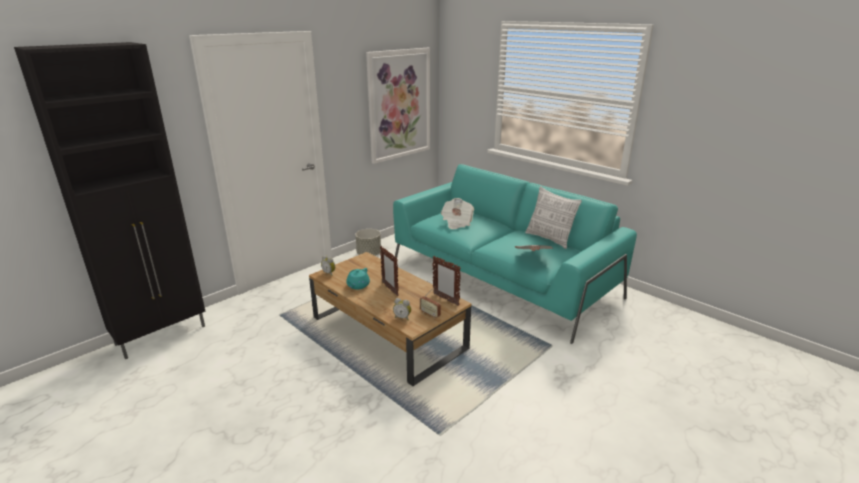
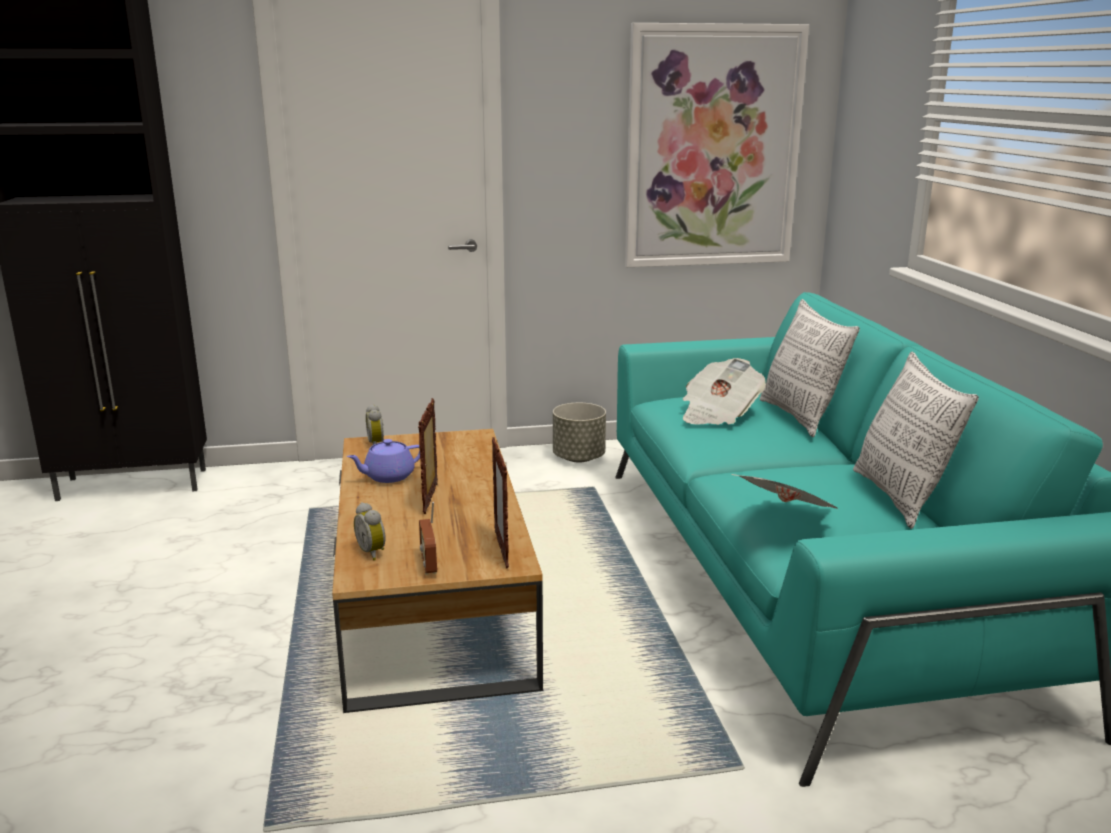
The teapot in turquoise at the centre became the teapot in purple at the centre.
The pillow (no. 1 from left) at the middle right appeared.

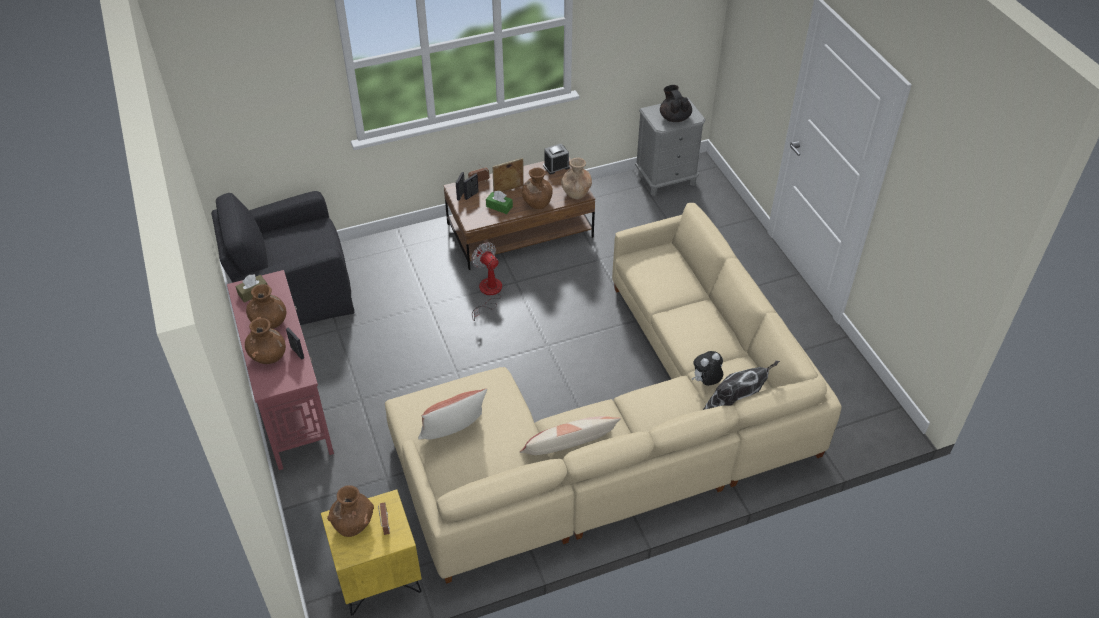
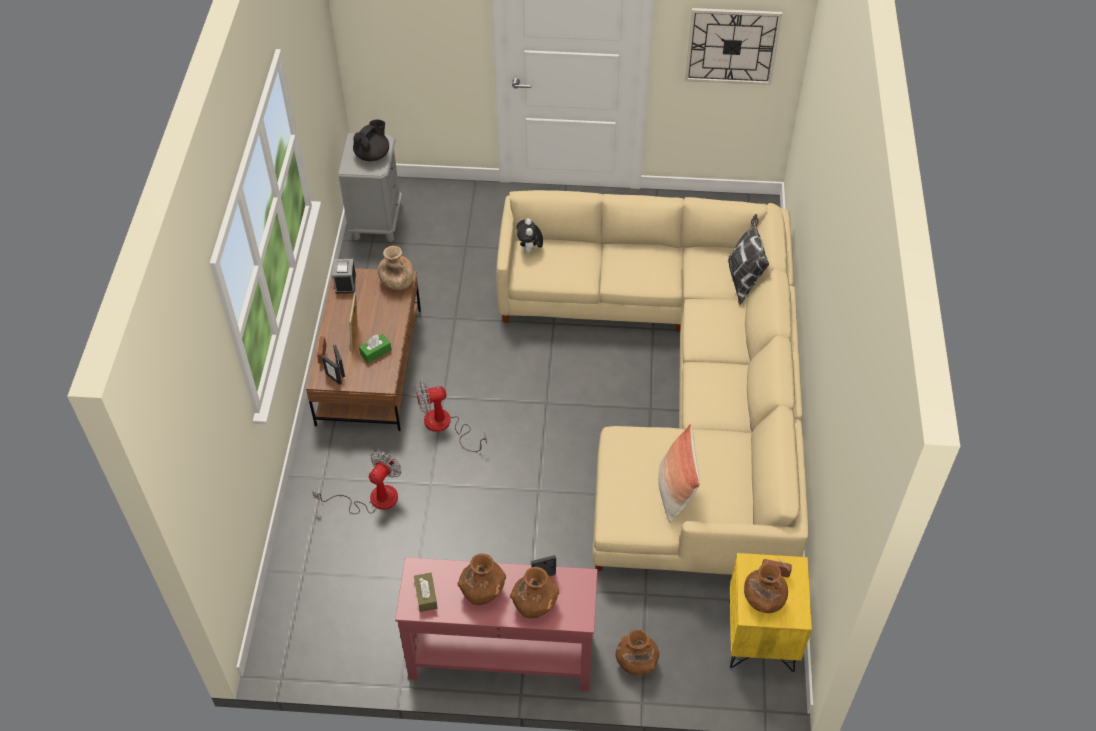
The fan (no. 1 from left) at the middle left appeared.
The teapot in black at the top centre turned 120 degrees clockwise.
The plush toy moved from the centre to the top centre.
The vase in brown (no. 4 from left) moved from the top centre to the bottom centre.
The wall clock at the top right appeared.
The armchair in black at the middle left disappeared.
The pillow (no. 2 from left) at the bottom centre disappeared.

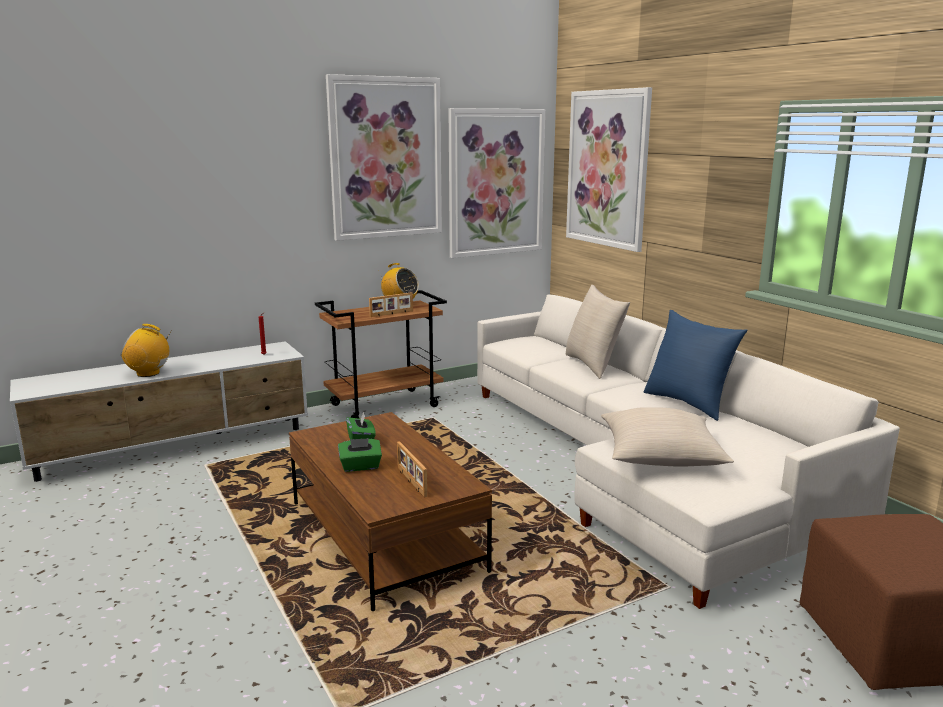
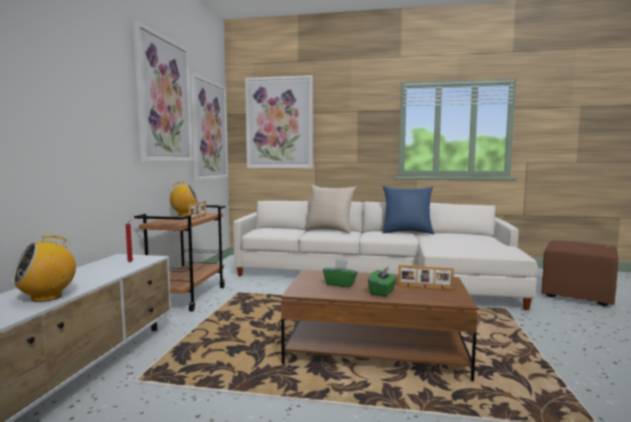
The pillow in beige (no. 2 from left) at the middle right disappeared.

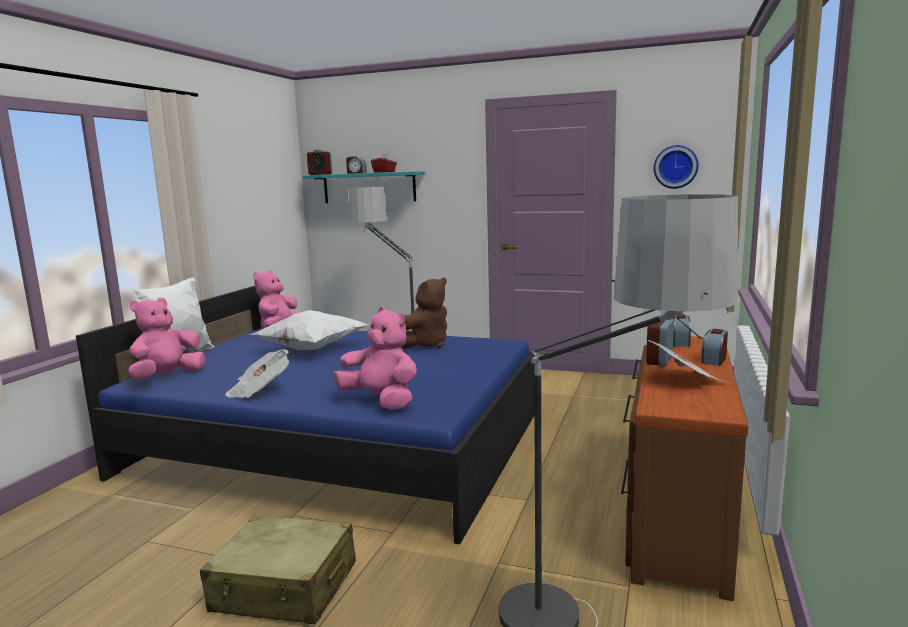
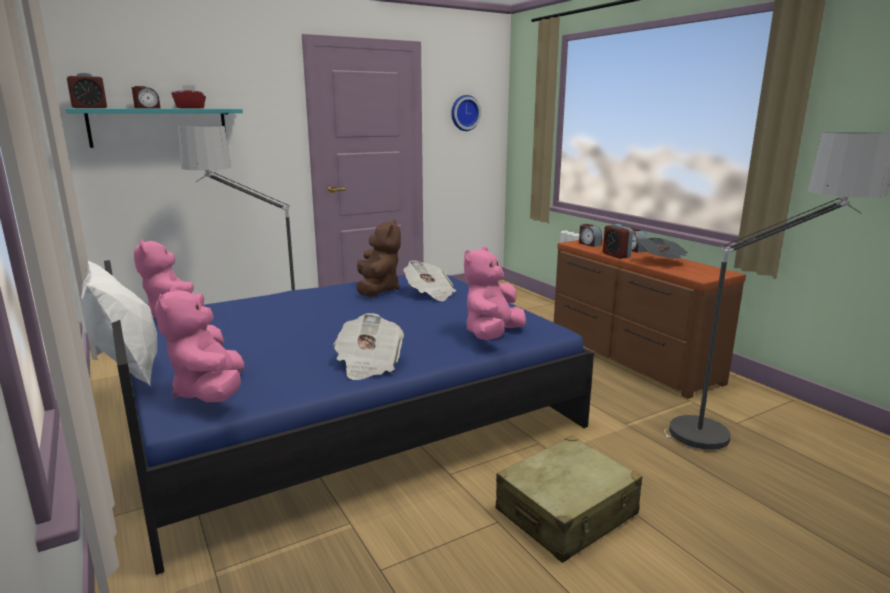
The newspaper (no. 2 from left) at the centre appeared.
The plush toy in pink (no. 3 from left) at the centre turned 45 degrees counterclockwise.
The pillow in white (no. 2 from left) at the centre disappeared.

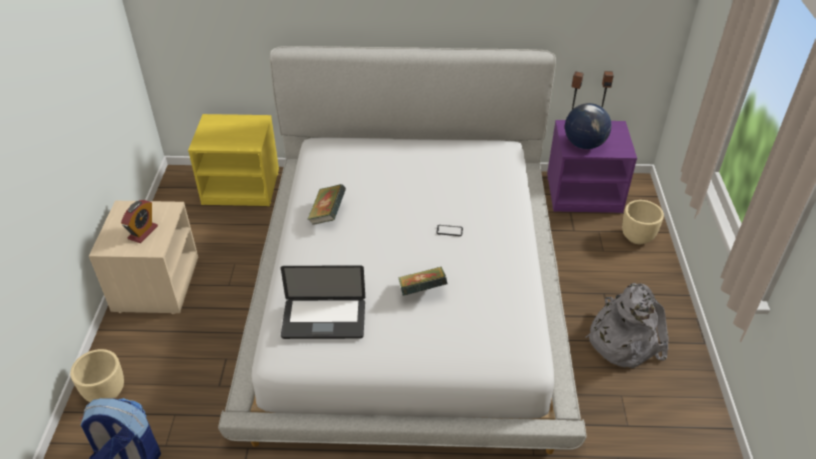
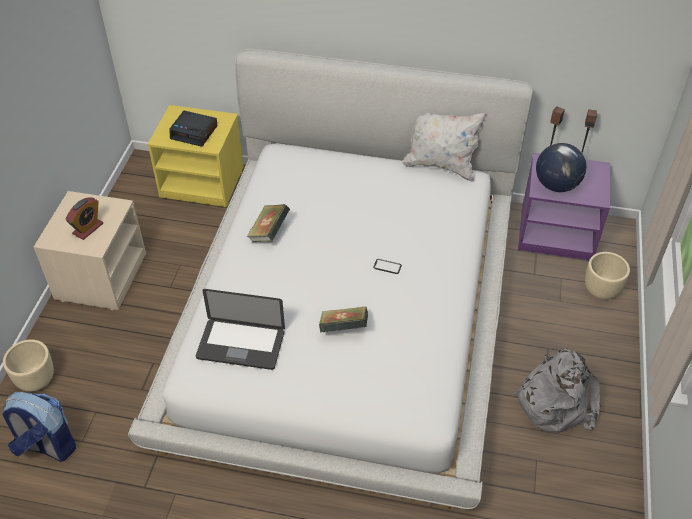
The alarm clock (no. 2 from left) at the top left appeared.
The pillow in white at the top centre appeared.

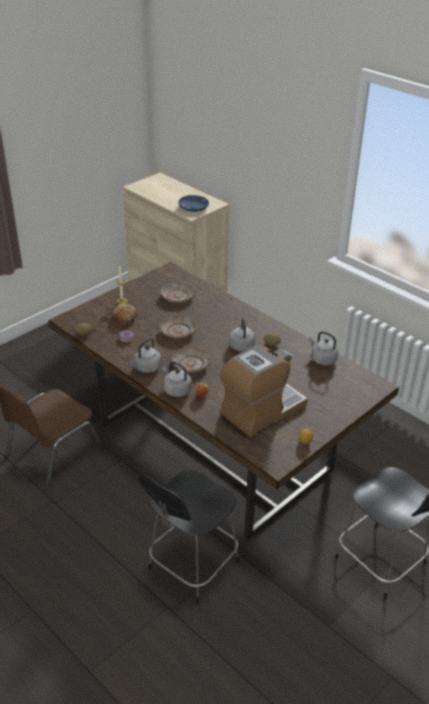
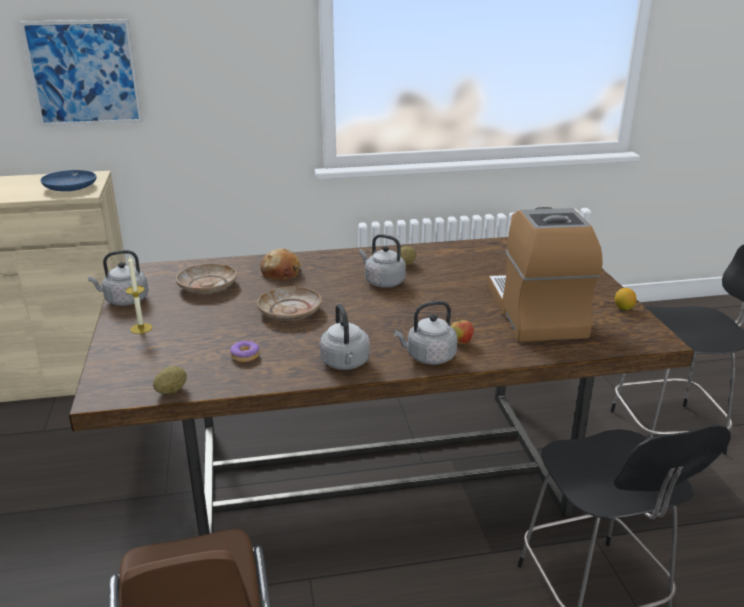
The picture at the top left appeared.
The kettle in grey (no. 4 from left in the first image) moved from the middle right to the middle left.
The bread moved from the middle left to the centre.
The plate in beige (no. 3 from left) at the centre disappeared.

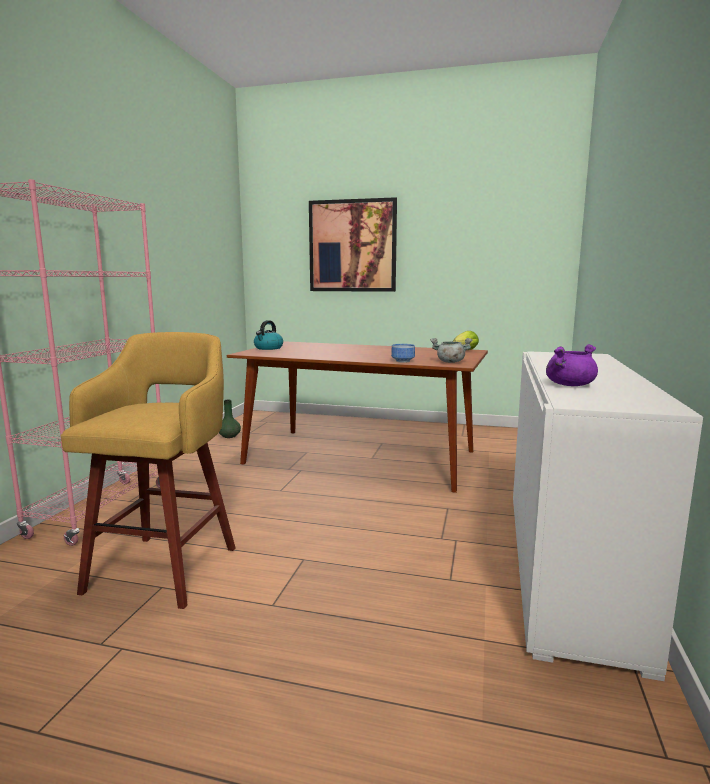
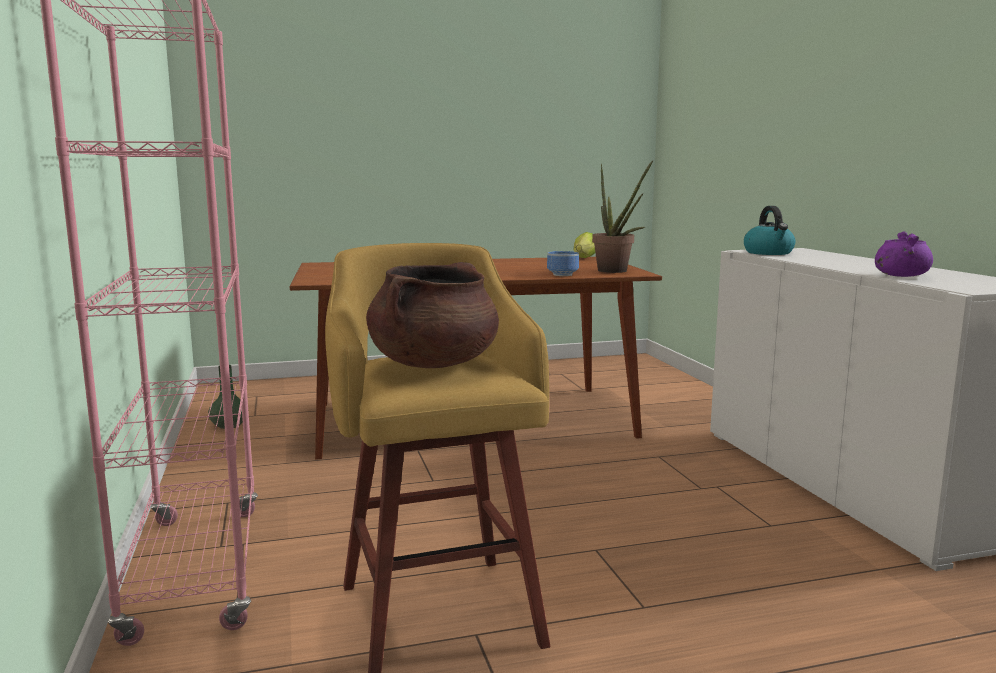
The cooking pot in brown at the centre appeared.
The cooking pot in grey at the centre was replaced by the potted plant at the top centre.
The kettle moved from the centre to the middle right.
The picture at the top centre disappeared.

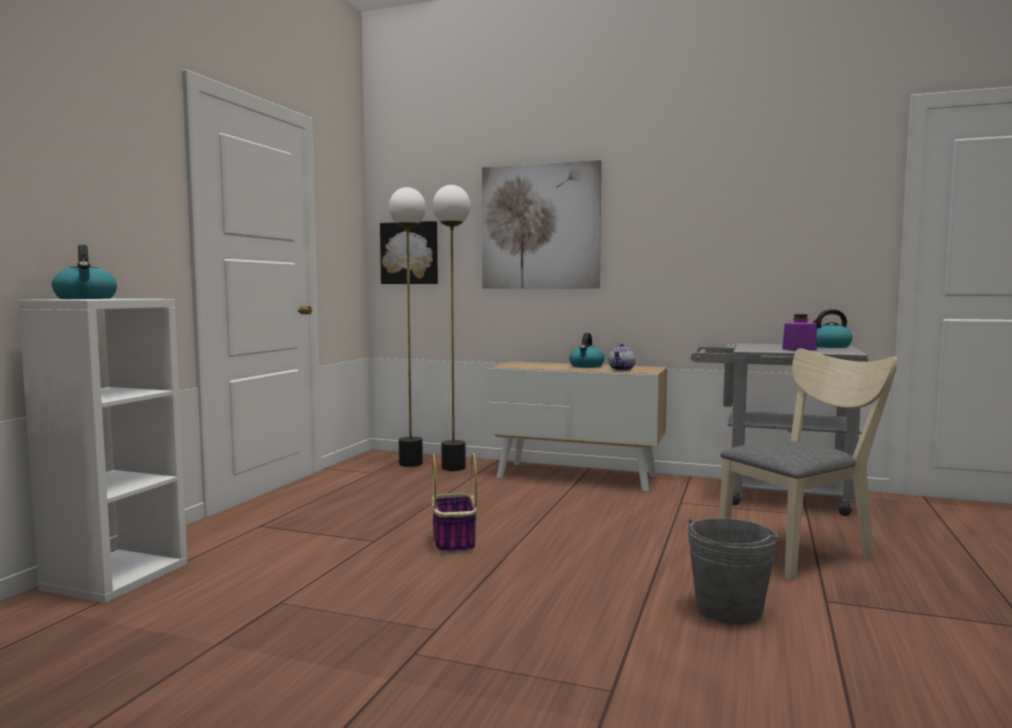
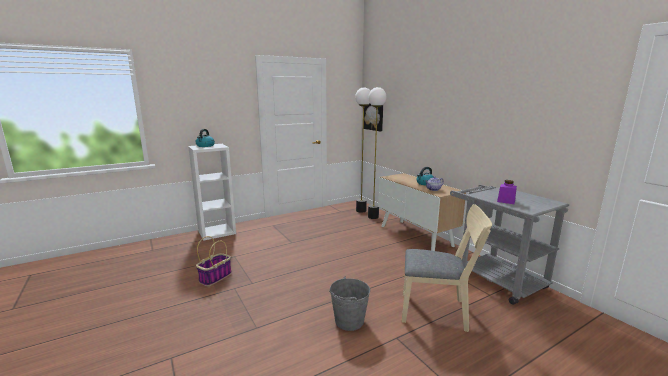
The basket moved from the bottom centre to the bottom left.
The picture (no. 2 from left) at the top centre disappeared.
The kettle (no. 3 from left) at the middle right disappeared.

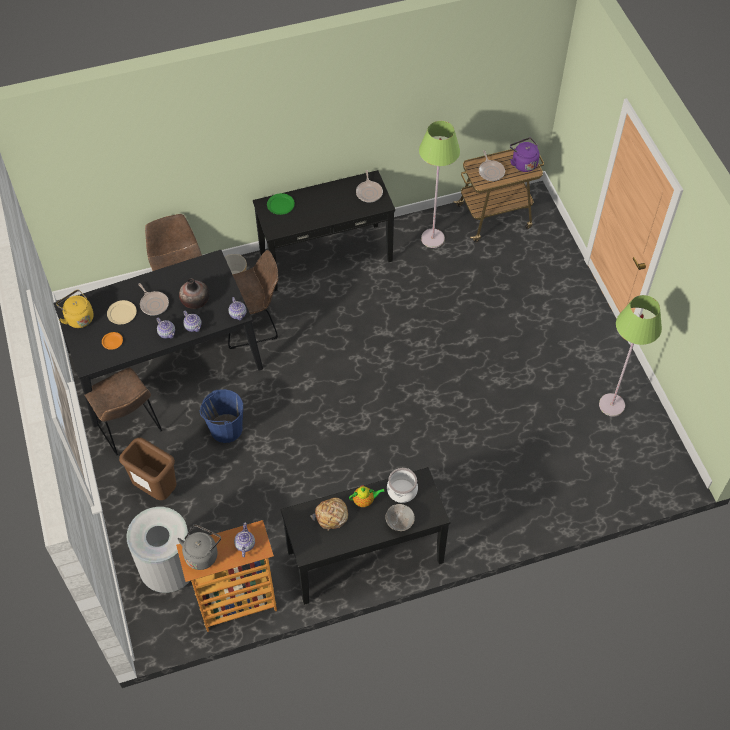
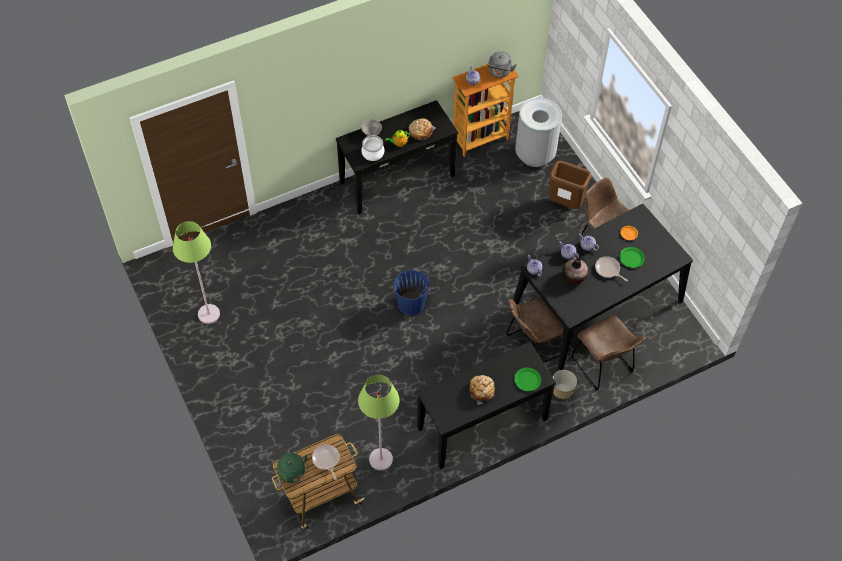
The kettle in purple at the top right became the kettle in green at the bottom centre.
The bucket in blue moved from the middle left to the centre.
The bread (no. 2 from left) at the bottom centre appeared.
The plate in beige at the middle left became the plate in green (no. 2 from left) at the middle right.
The kettle in yellow at the middle left disappeared.
The frying pan (no. 2 from left) at the top centre disappeared.

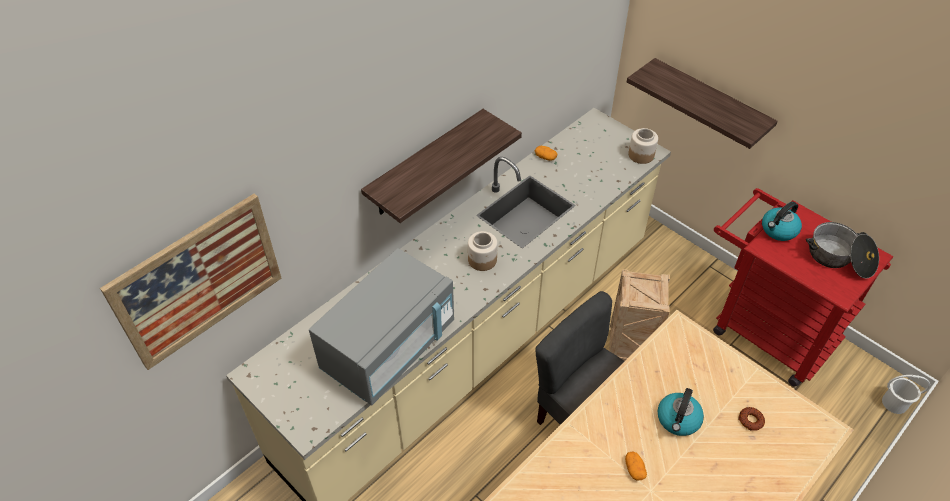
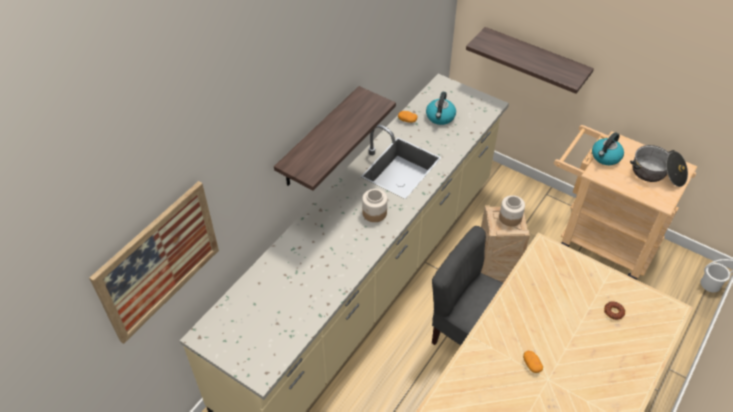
The kettle (no. 1 from left) moved from the bottom right to the top centre.
The jar (no. 2 from left) moved from the top right to the middle right.
The cart in red at the middle right became the cart in beige at the middle right.
The microwave in grey at the centre disappeared.

